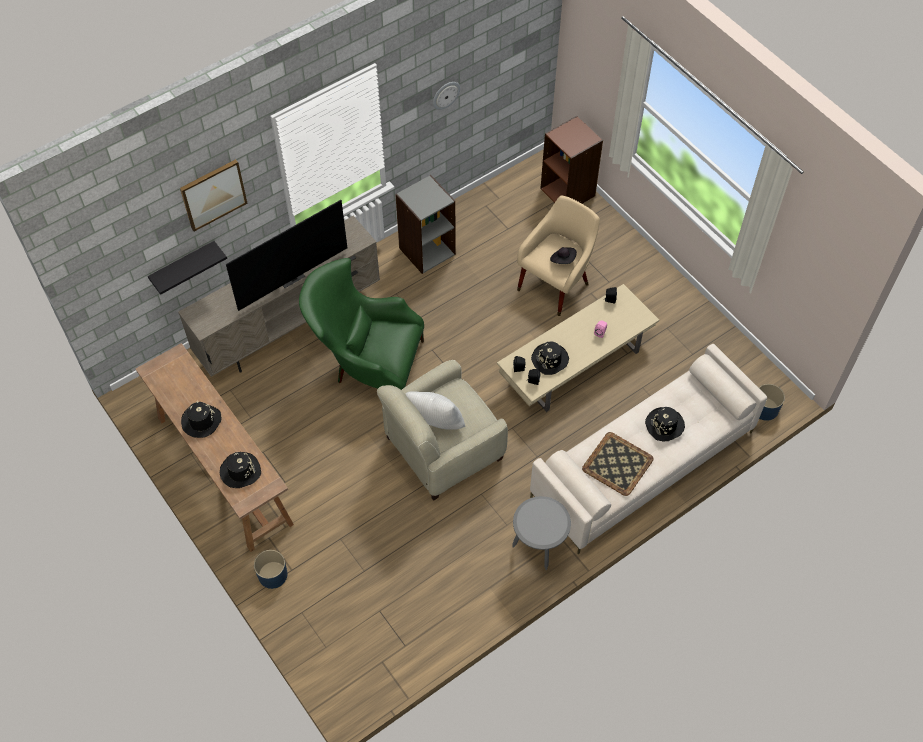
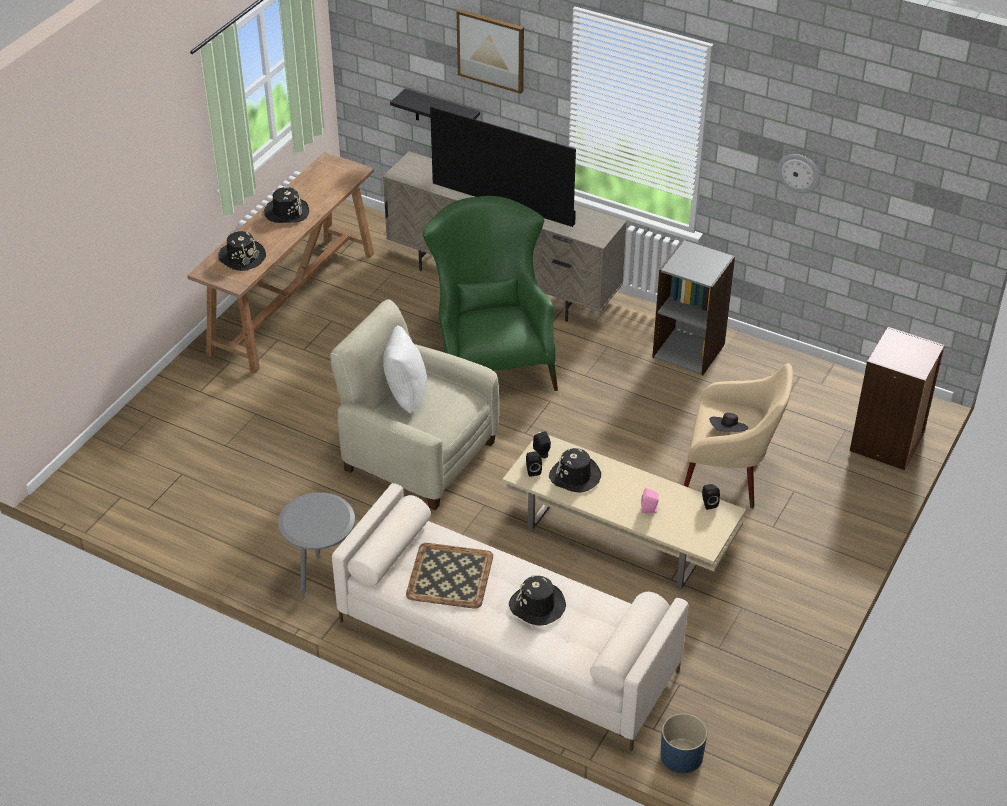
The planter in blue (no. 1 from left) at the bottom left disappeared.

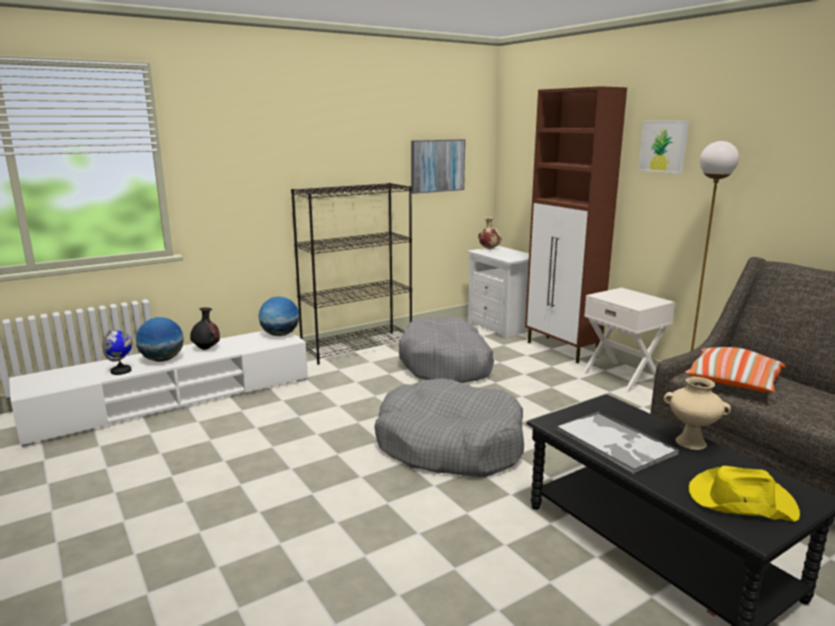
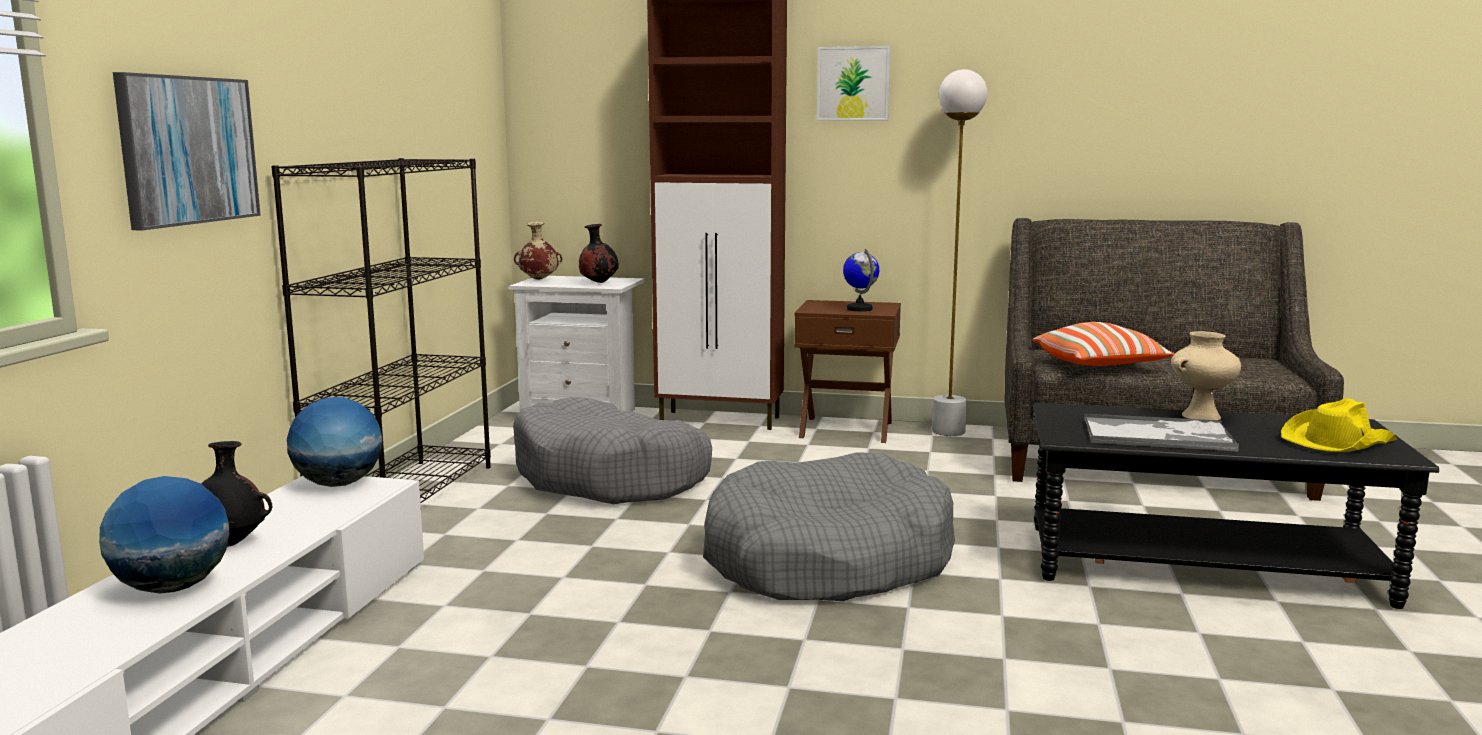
The picture (no. 1 from left) moved from the top centre to the top left.
The vase in black (no. 2 from left) at the centre appeared.
The nightstand in white (no. 2 from left) at the middle right became the nightstand in brown at the centre.
The globe (no. 1 from left in the first image) moved from the middle left to the centre.

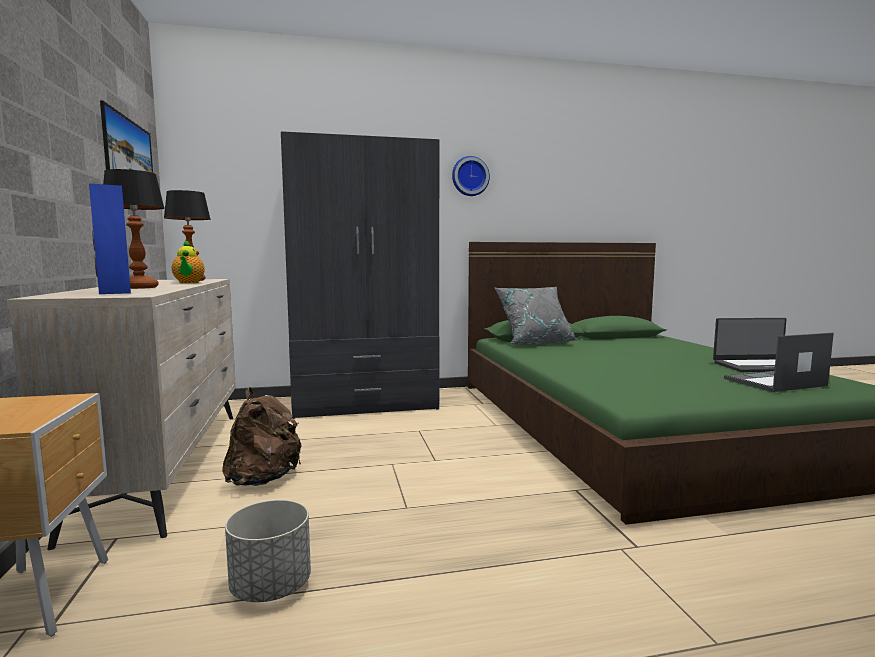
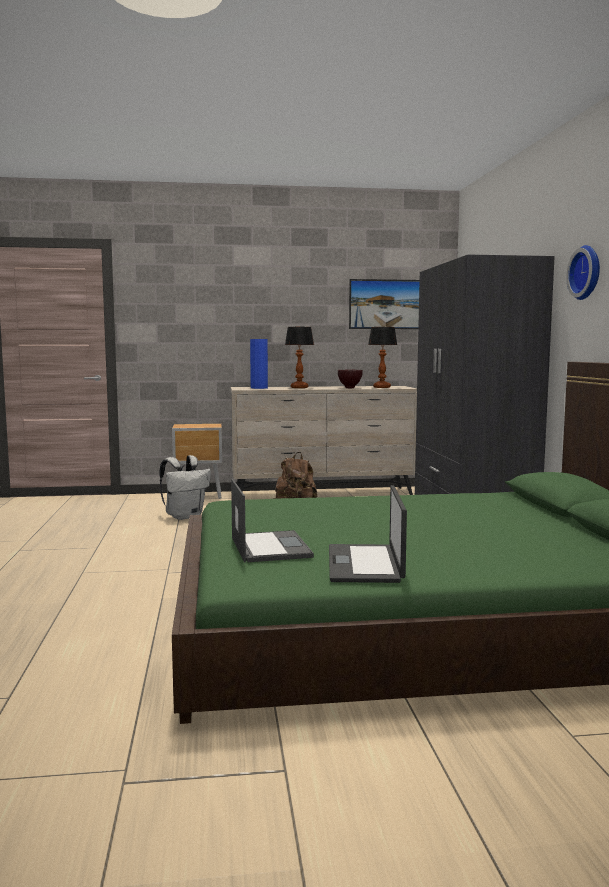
The planter in grey at the bottom left was replaced by the backpack in white at the middle left.
The teapot at the middle left was replaced by the bowl in brown at the centre.
The pillow in grey at the centre disappeared.

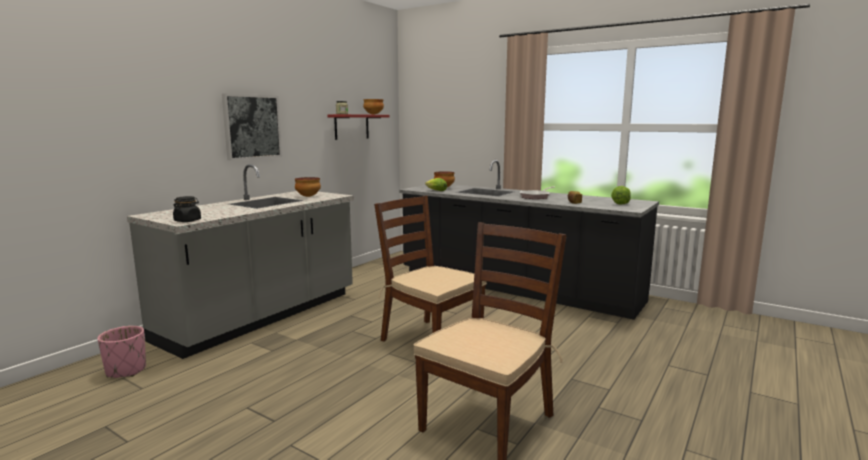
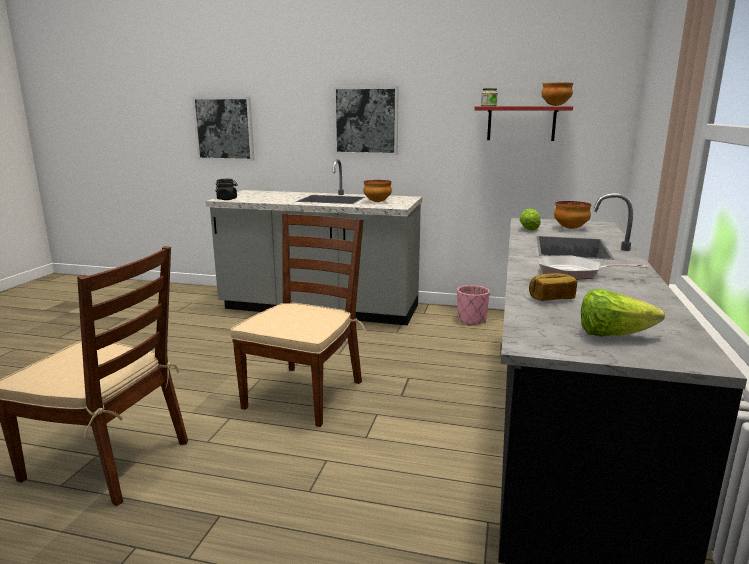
The picture (no. 1 from left) at the top left appeared.
The planter in pink moved from the bottom left to the centre.

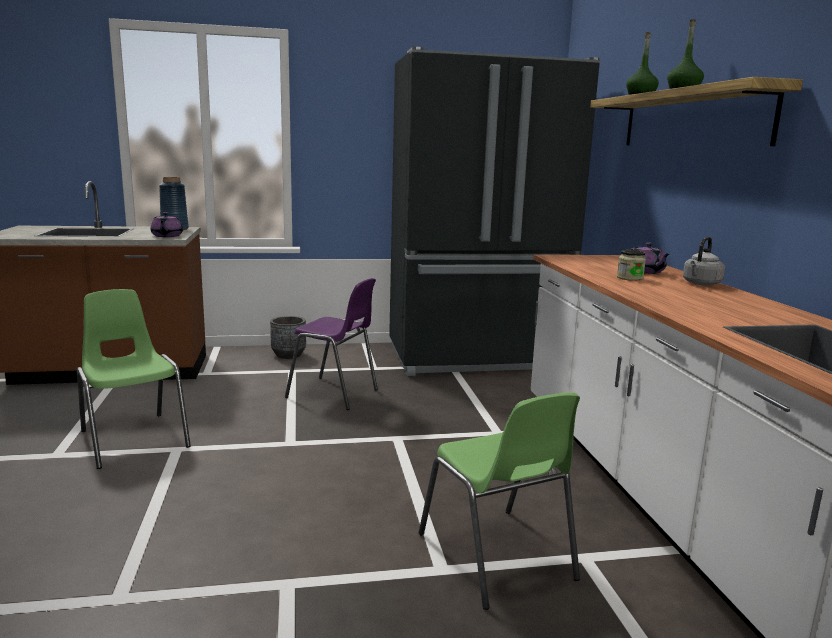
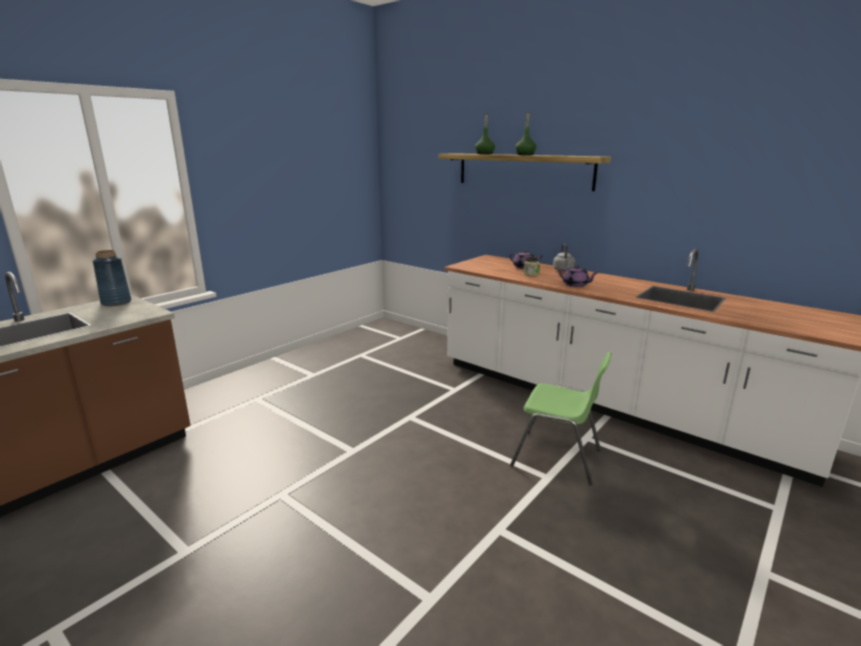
The teapot in purple (no. 1 from left in the first image) moved from the middle left to the middle right.
The chair in green (no. 1 from left) at the middle left disappeared.
The planter in grey at the centre disappeared.
The chair in purple at the centre disappeared.
The fridge in black at the top centre disappeared.

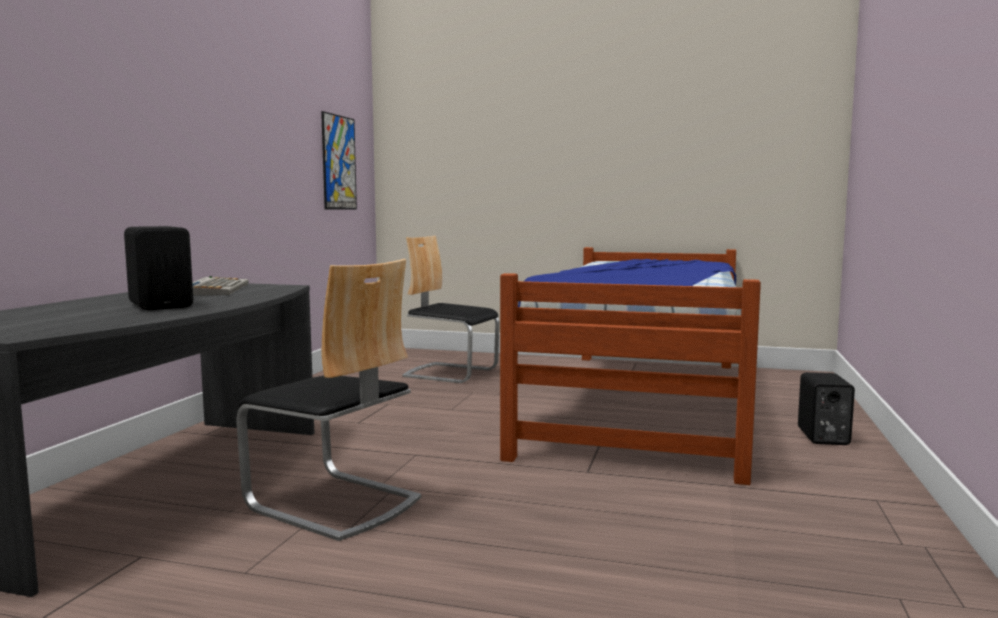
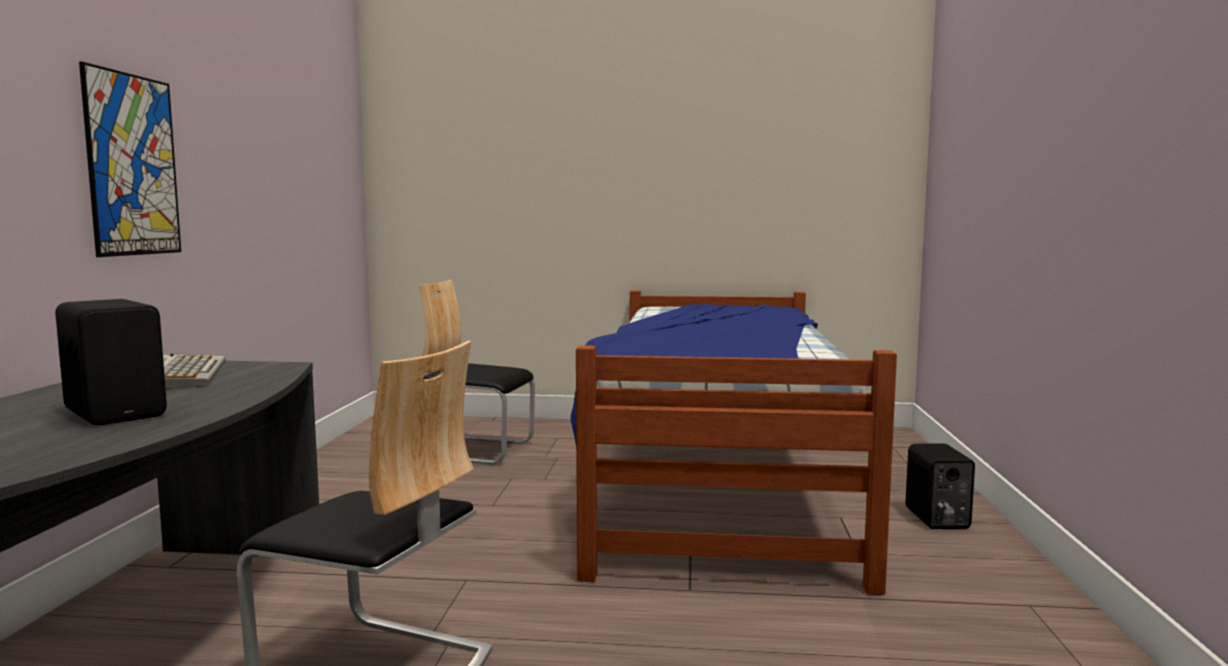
The picture moved from the top centre to the top left.

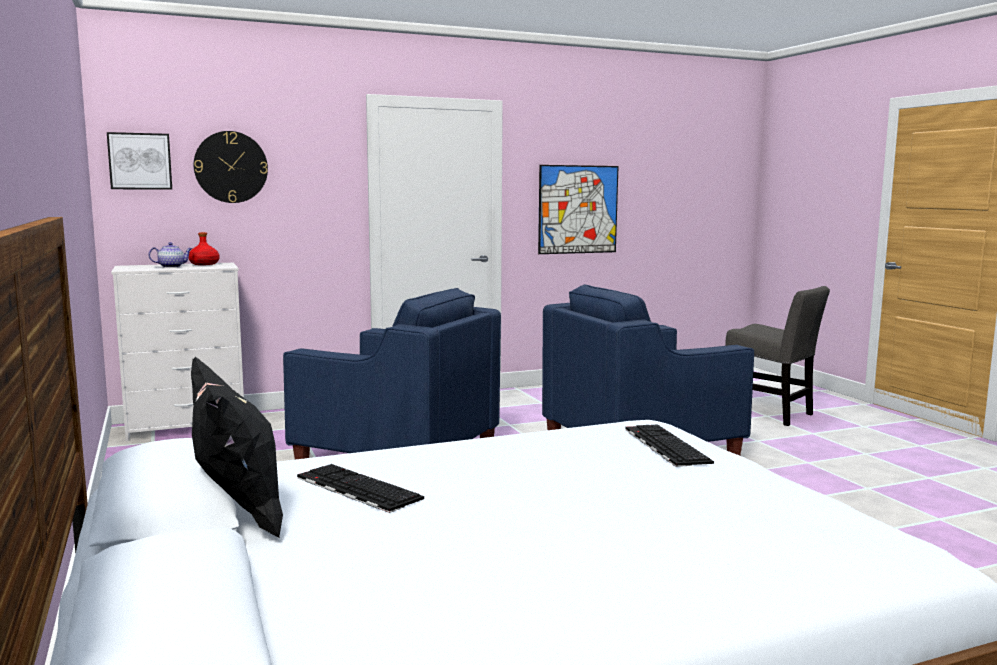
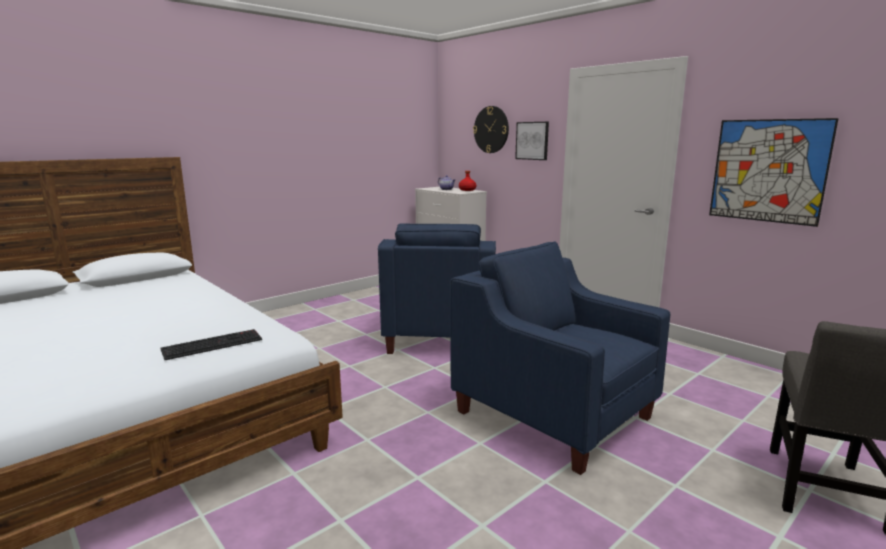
The picture (no. 1 from left) moved from the top left to the top centre.
The pillow in black at the bottom left disappeared.
The keyboard (no. 1 from left) at the bottom centre disappeared.

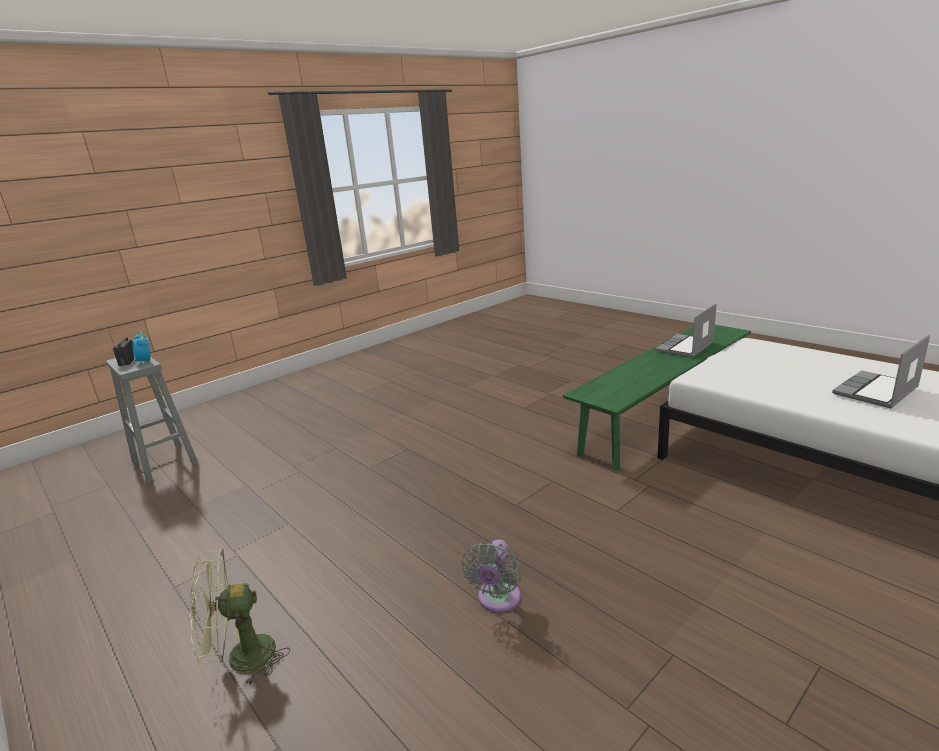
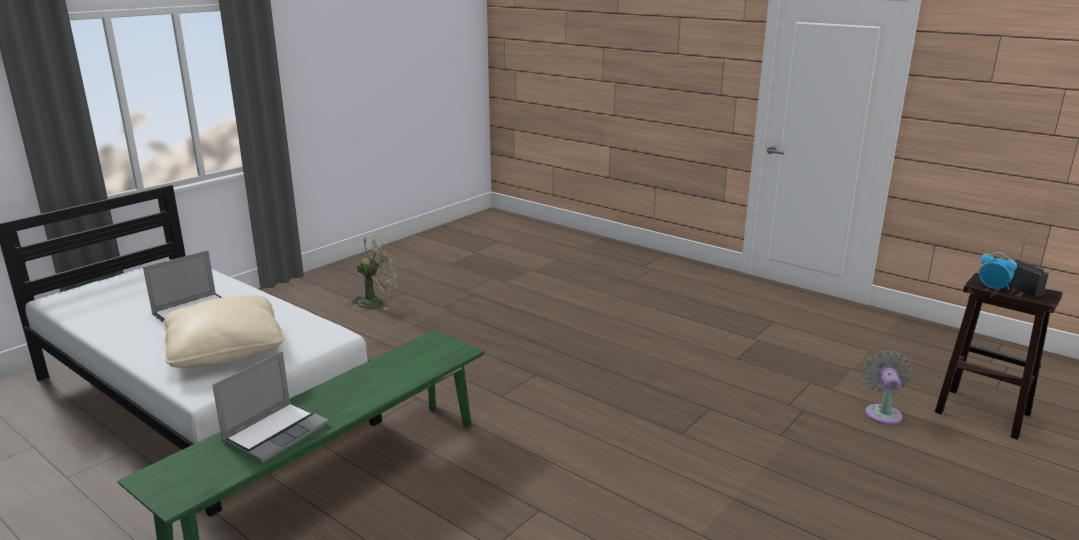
The pillow in beige at the middle left appeared.
The fan in green moved from the bottom left to the centre.
The fan in grey moved from the bottom centre to the bottom right.
The stool in grey at the middle left became the stool in brown at the middle right.

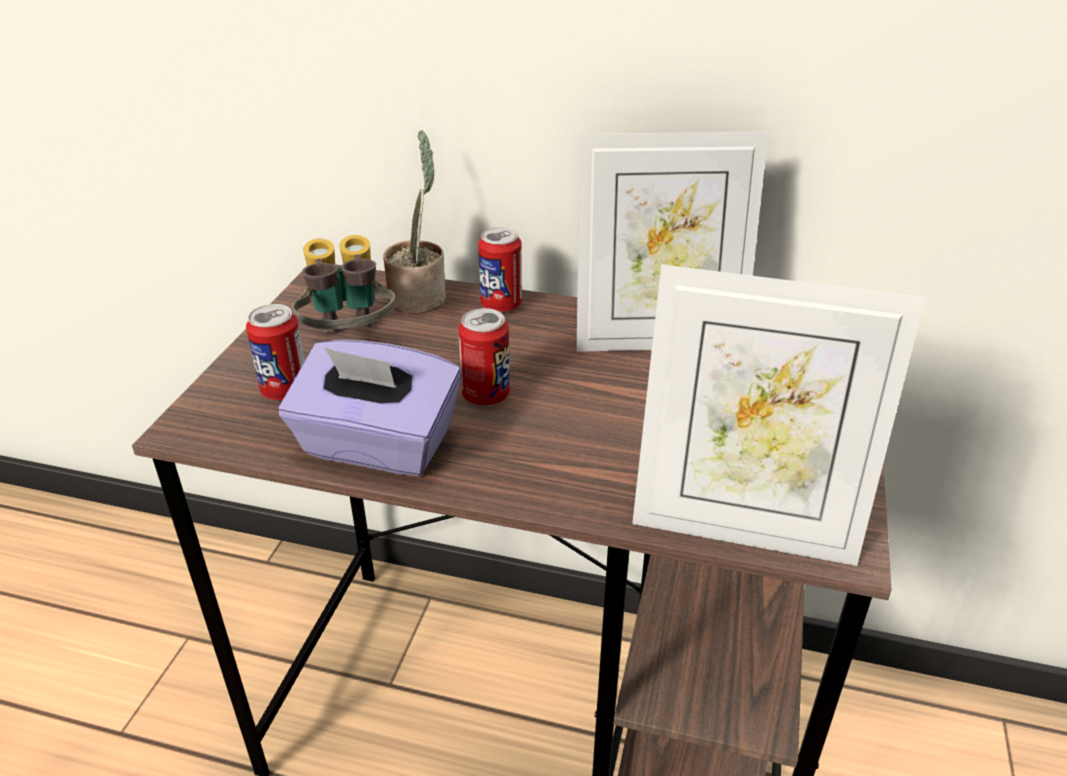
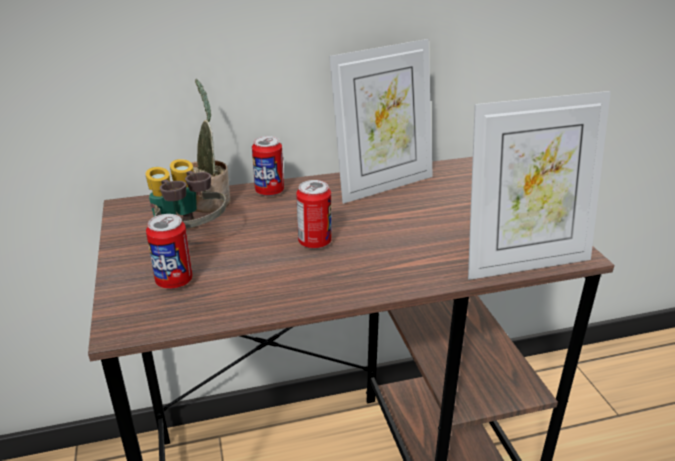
The tissue box in purple at the centre disappeared.

